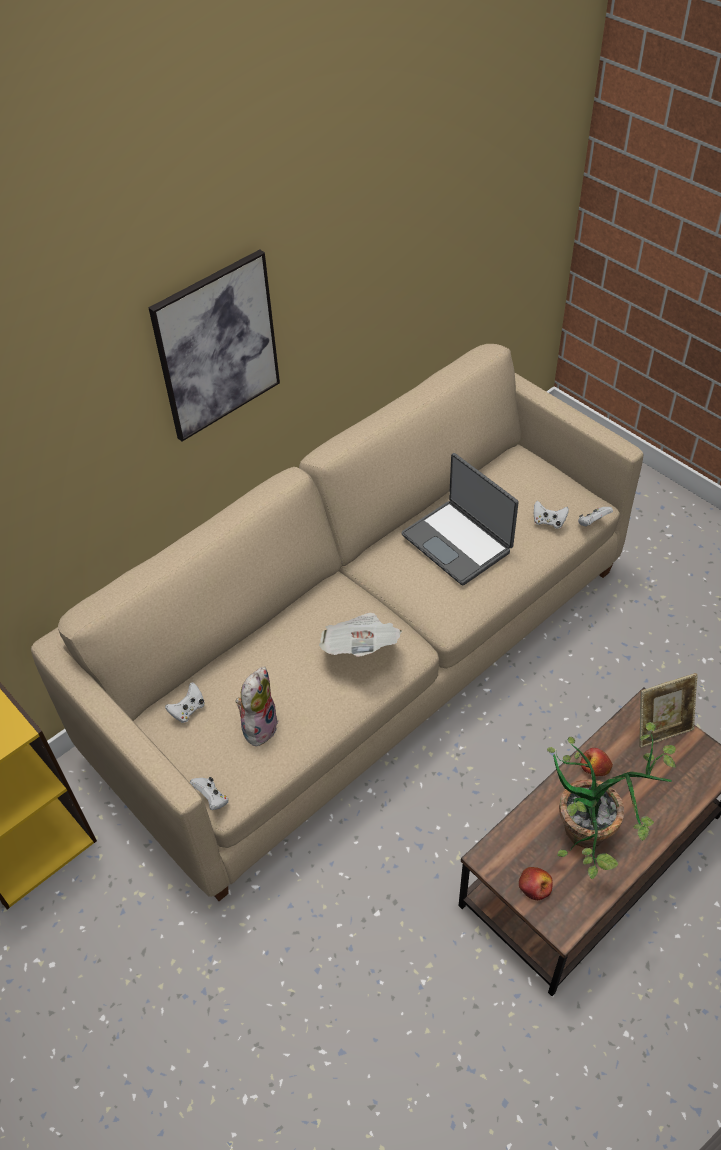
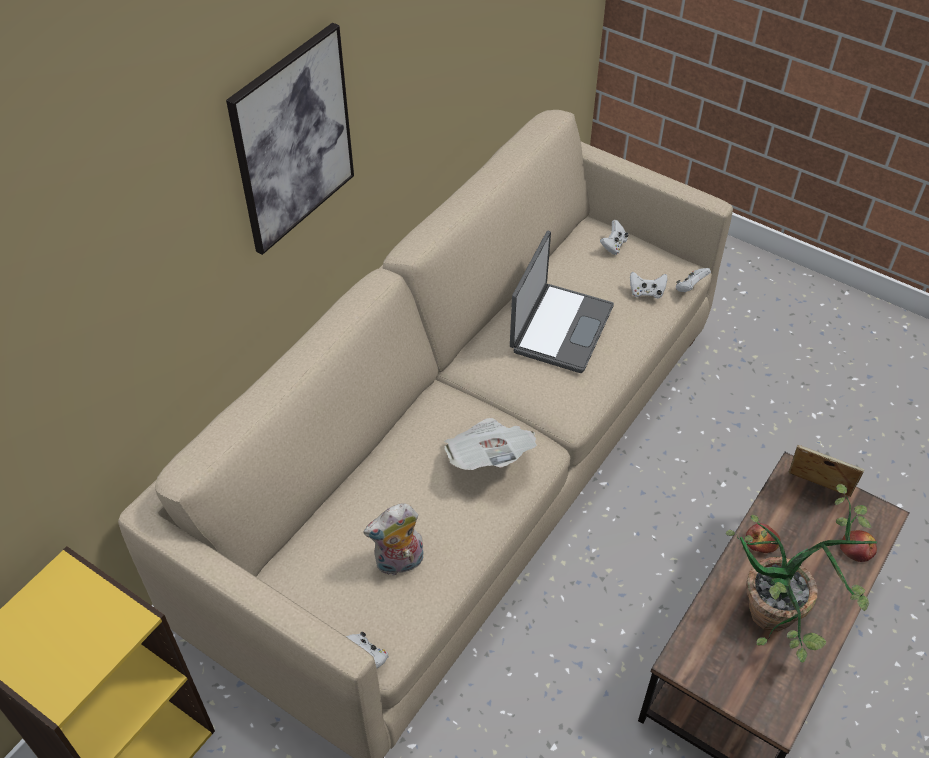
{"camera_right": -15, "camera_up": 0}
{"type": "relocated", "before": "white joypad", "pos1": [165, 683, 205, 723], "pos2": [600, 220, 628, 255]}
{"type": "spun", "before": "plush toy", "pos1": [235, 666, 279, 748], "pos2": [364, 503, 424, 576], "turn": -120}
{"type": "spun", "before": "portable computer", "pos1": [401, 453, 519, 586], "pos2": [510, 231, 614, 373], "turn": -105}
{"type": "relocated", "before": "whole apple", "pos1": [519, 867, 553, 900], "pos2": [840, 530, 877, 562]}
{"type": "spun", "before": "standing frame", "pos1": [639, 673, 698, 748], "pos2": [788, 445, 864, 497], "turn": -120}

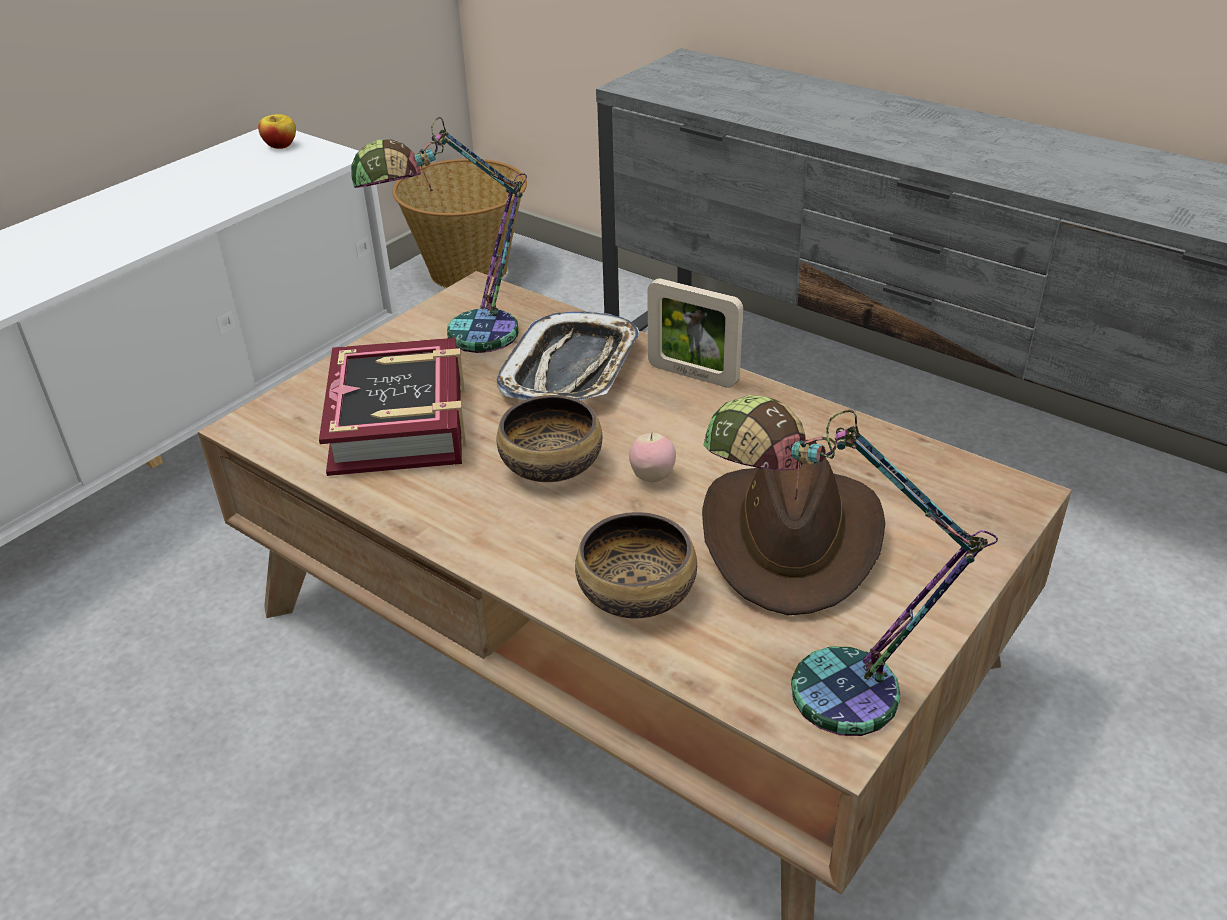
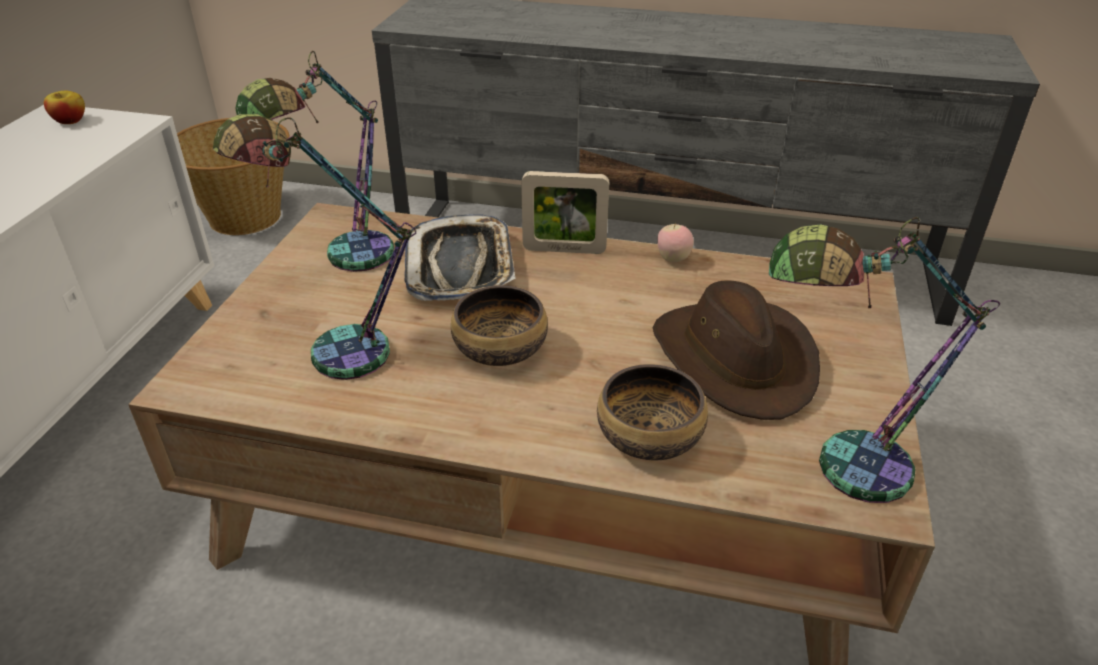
{"camera_right": -25, "camera_up": 0}
{"type": "exchanged", "before": "volume", "after": "lamp for a table", "pos1": [319, 338, 466, 476], "pos2": [213, 114, 416, 380]}
{"type": "relocated", "before": "whole apple", "pos1": [629, 433, 676, 482], "pos2": [657, 222, 694, 263]}

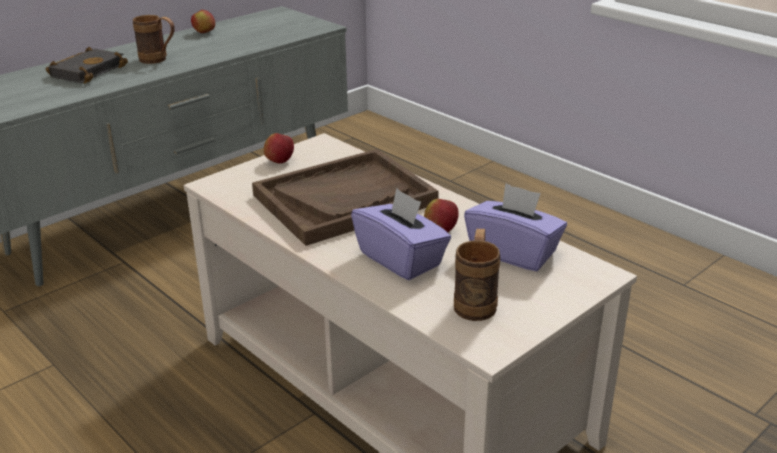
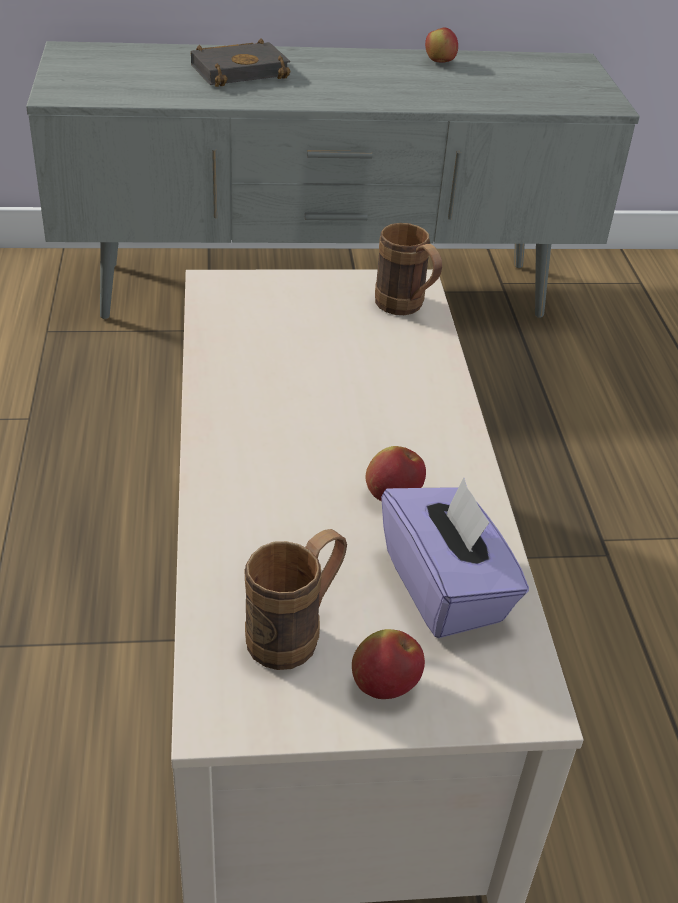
{"camera_right": 35, "camera_up": 10}
{"type": "relocated", "before": "brown coffee mug", "pos1": [133, 15, 175, 64], "pos2": [375, 223, 442, 315]}
{"type": "missing", "before": "brown carrying tray", "pos1": [252, 149, 439, 246]}
{"type": "relocated", "before": "whole apple", "pos1": [264, 133, 294, 163], "pos2": [352, 629, 425, 699]}
{"type": "missing", "before": "purplish tissue holder", "pos1": [351, 188, 451, 280]}

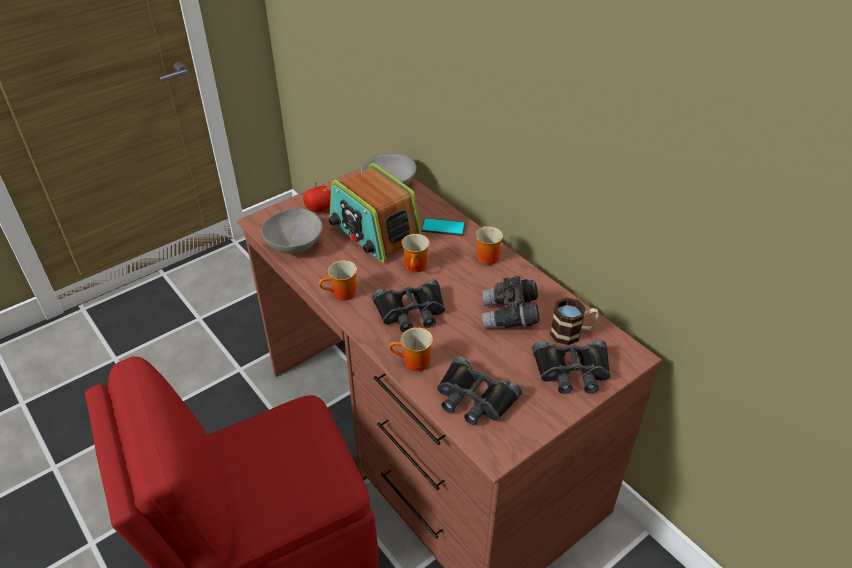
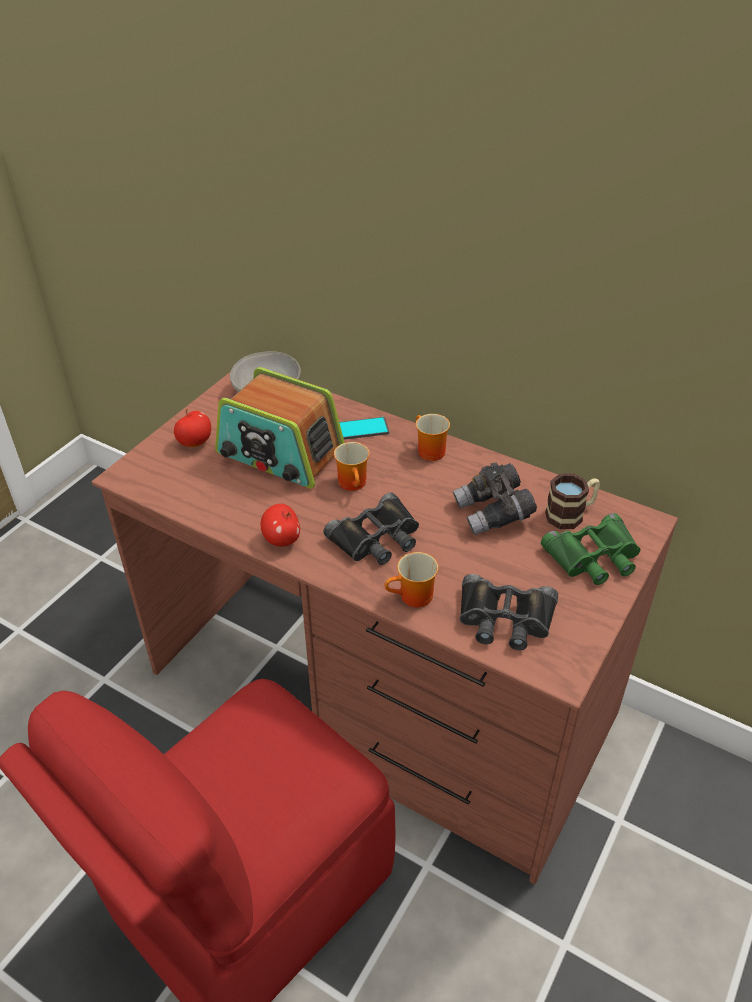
{"camera_right": -20, "camera_up": 0}
{"type": "missing", "before": "grey serving bowl", "pos1": [261, 208, 322, 254]}
{"type": "exchanged", "before": "coffee mug", "after": "whole apple", "pos1": [319, 260, 357, 300], "pos2": [261, 504, 300, 547]}
{"type": "colour", "before": "blackish pair of binoculars", "after": "green pair of binoculars", "pos1": [532, 340, 610, 394], "pos2": [541, 513, 641, 585]}

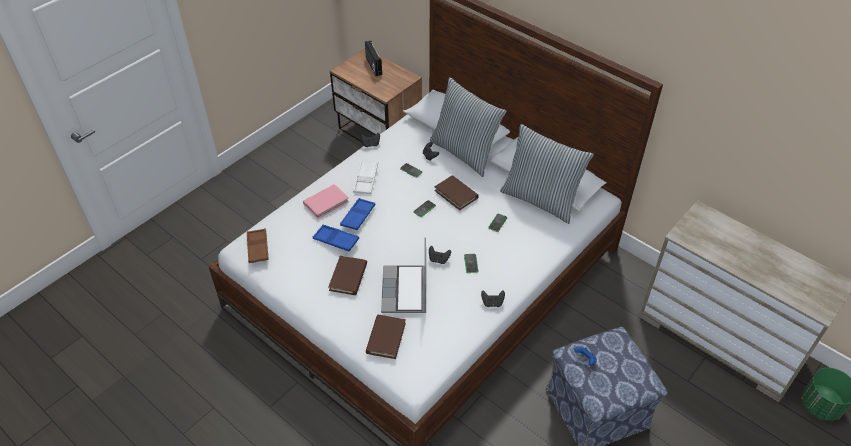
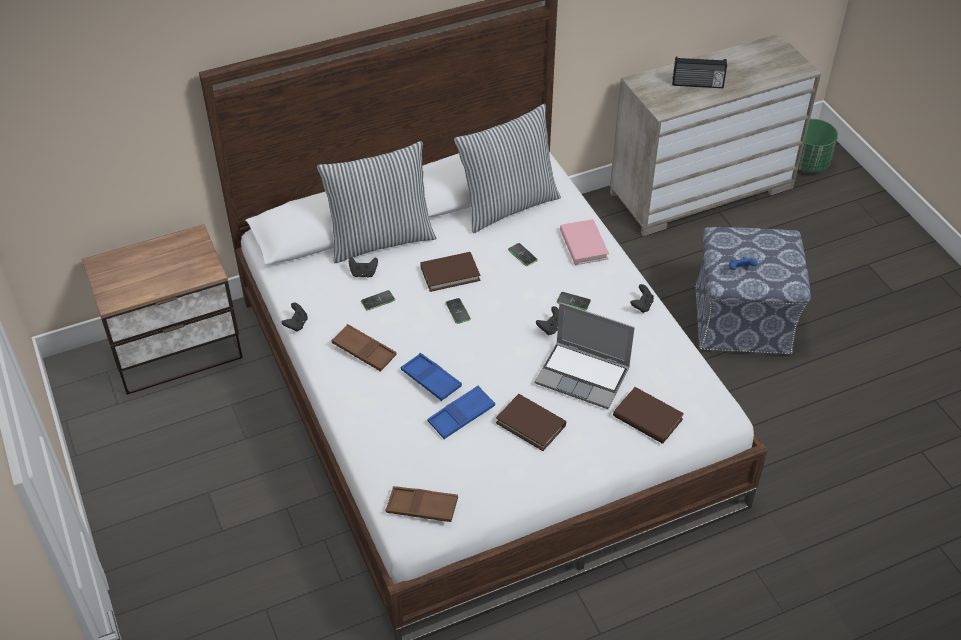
{"camera_right": -65, "camera_up": 0}
{"type": "relocated", "before": "pink-coloured volume", "pos1": [303, 184, 349, 219], "pos2": [560, 219, 609, 265]}
{"type": "colour", "before": "white carrying tray", "after": "brown carrying tray", "pos1": [353, 160, 378, 194], "pos2": [332, 324, 396, 372]}
{"type": "relocated", "before": "radio", "pos1": [365, 41, 382, 76], "pos2": [672, 57, 727, 88]}

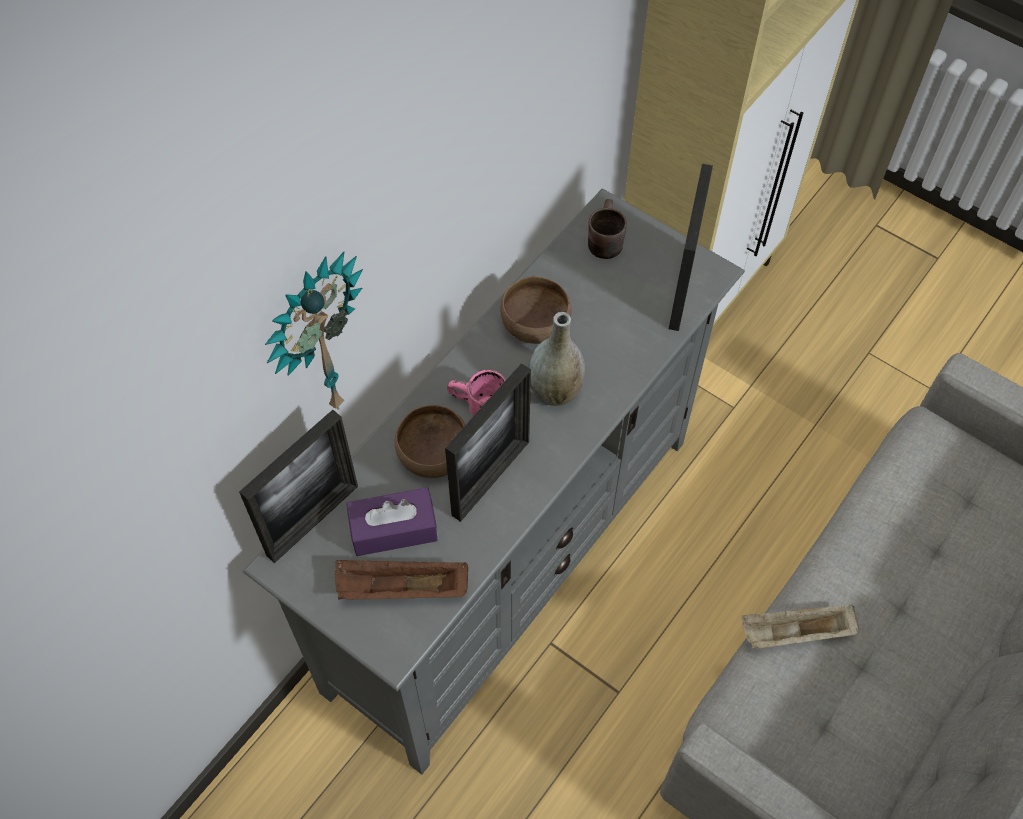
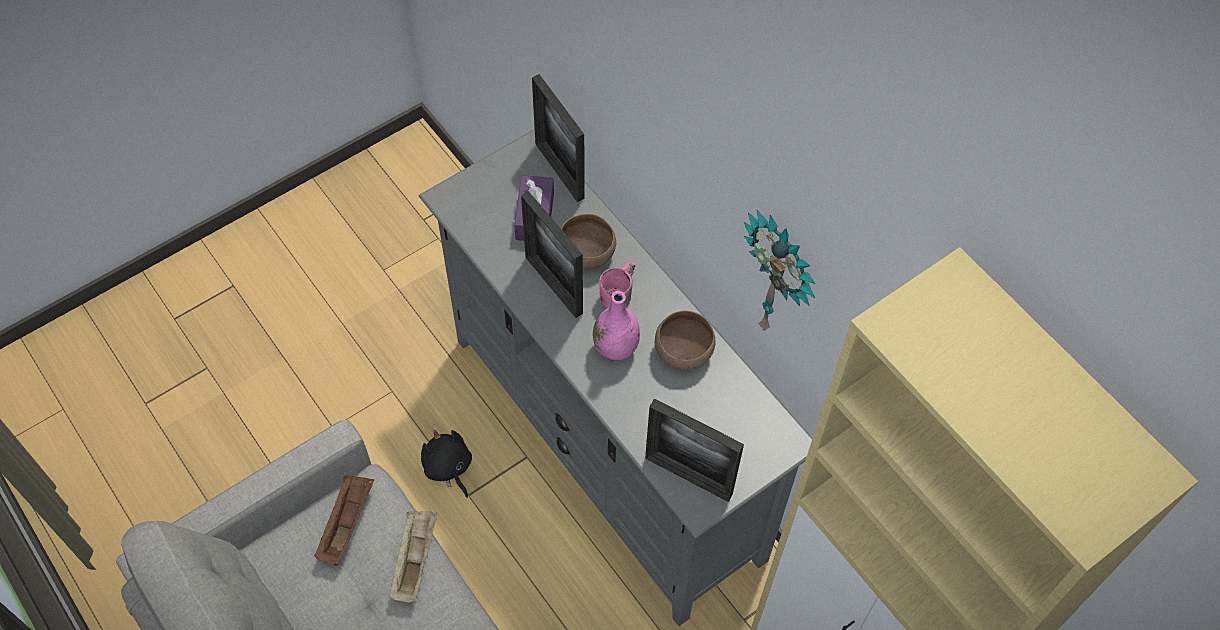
{"camera_right": 105, "camera_up": 0}
{"type": "relocated", "before": "hanging clock", "pos1": [265, 252, 363, 410], "pos2": [744, 210, 815, 331]}
{"type": "relocated", "before": "brown carrying tray", "pos1": [335, 560, 468, 600], "pos2": [314, 476, 374, 566]}
{"type": "colour", "before": "grey vase", "after": "pink-coloured vase", "pos1": [528, 312, 585, 406], "pos2": [593, 291, 640, 361]}
{"type": "missing", "before": "brown coffee mug", "pos1": [588, 199, 627, 259]}
{"type": "appeared", "after": "blackish plush toy", "pos2": [421, 430, 472, 498]}

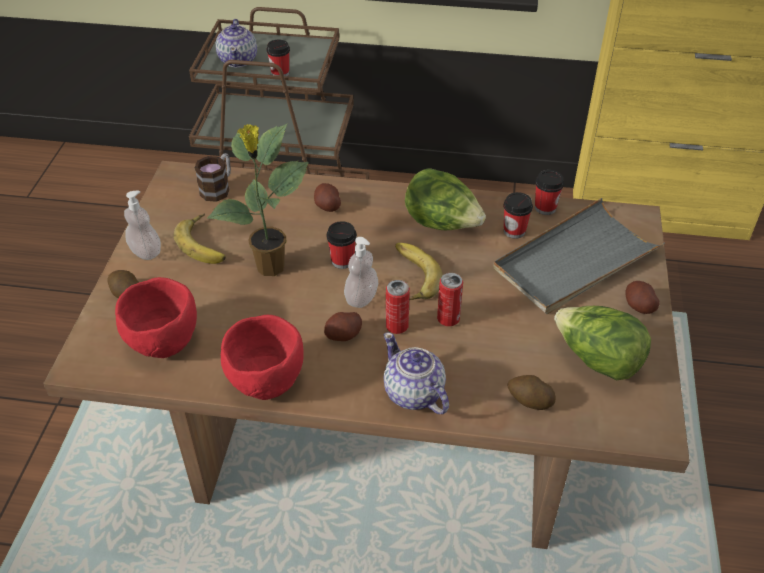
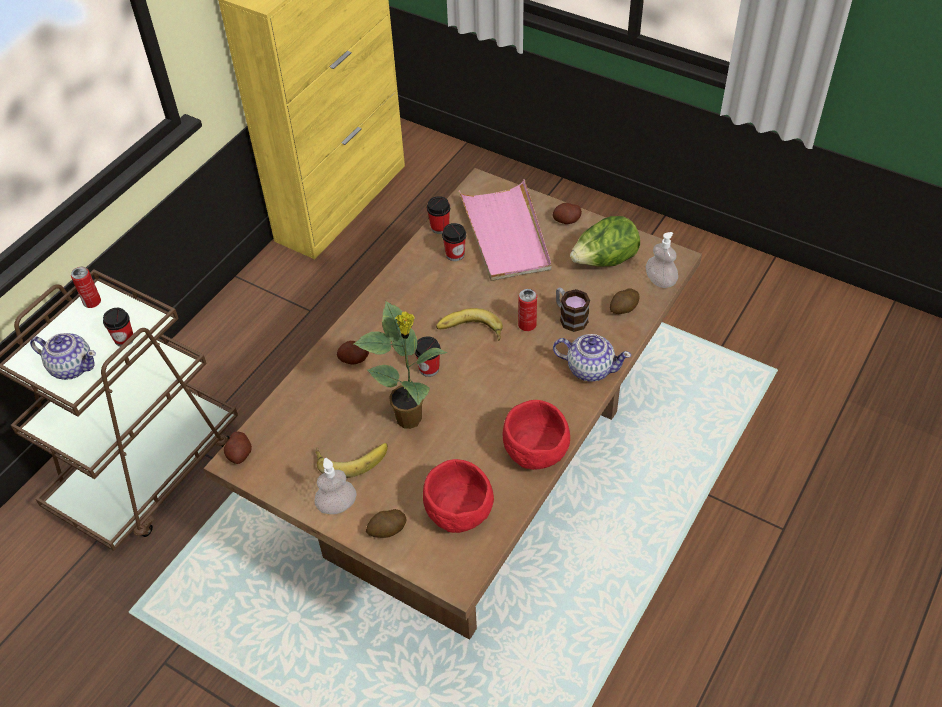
{"camera_right": -65, "camera_up": 5}
{"type": "relocated", "before": "coffee mug", "pos1": [194, 153, 231, 202], "pos2": [556, 287, 590, 332]}
{"type": "relocated", "before": "potato", "pos1": [324, 312, 362, 341], "pos2": [224, 431, 252, 464]}
{"type": "relocated", "before": "soap dispenser", "pos1": [344, 237, 378, 308], "pos2": [646, 232, 678, 288]}
{"type": "spun", "before": "pot for tea", "pos1": [384, 332, 449, 414], "pos2": [553, 334, 631, 382], "turn": -150}
{"type": "relocated", "before": "metal can", "pos1": [386, 280, 410, 334], "pos2": [71, 267, 101, 308]}
{"type": "missing", "before": "lettuce", "pos1": [405, 168, 486, 230]}
{"type": "colour", "before": "grey carrying tray", "after": "pink-coloured carrying tray", "pos1": [493, 198, 665, 314], "pos2": [459, 179, 552, 281]}

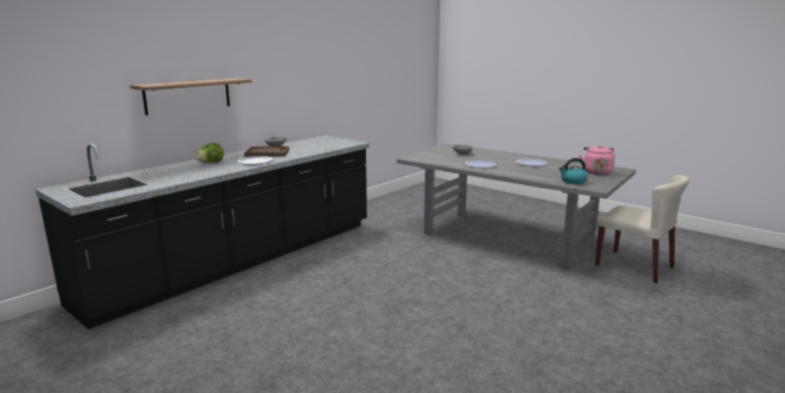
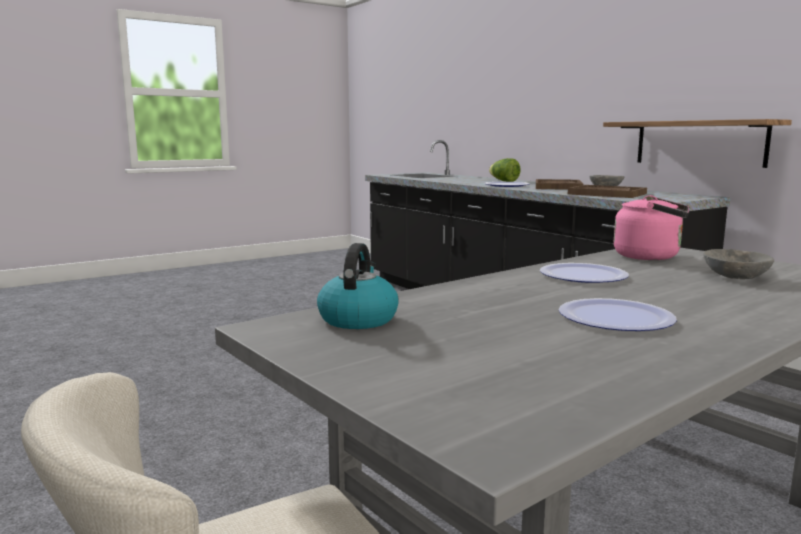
{"camera_right": 105, "camera_up": -5}
{"type": "relocated", "before": "bracket shelf", "pos1": [130, 78, 252, 115], "pos2": [603, 119, 792, 168]}
{"type": "relocated", "before": "pink-coloured water kettle", "pos1": [579, 146, 615, 175], "pos2": [614, 195, 689, 260]}
{"type": "appeared", "after": "brown carrying tray", "pos2": [568, 185, 647, 198]}

